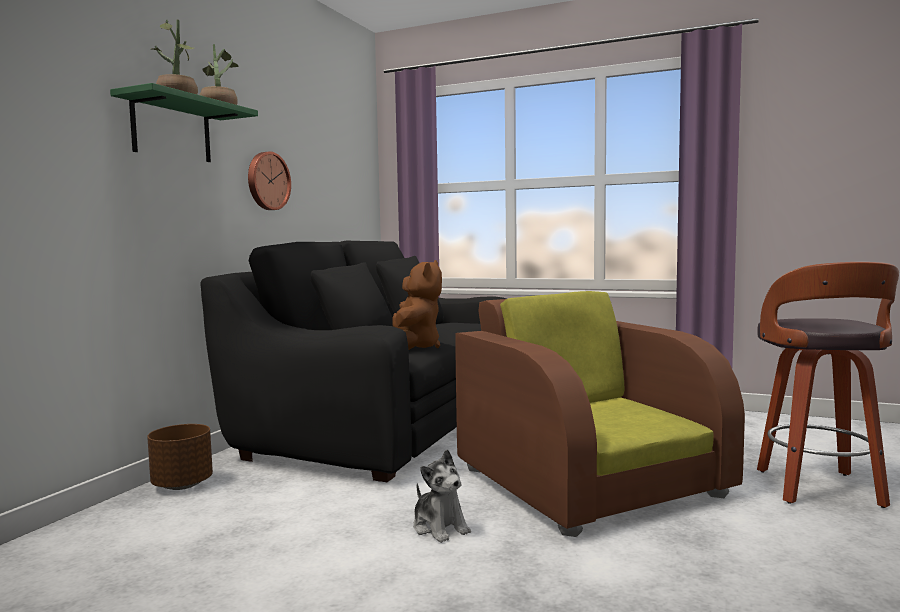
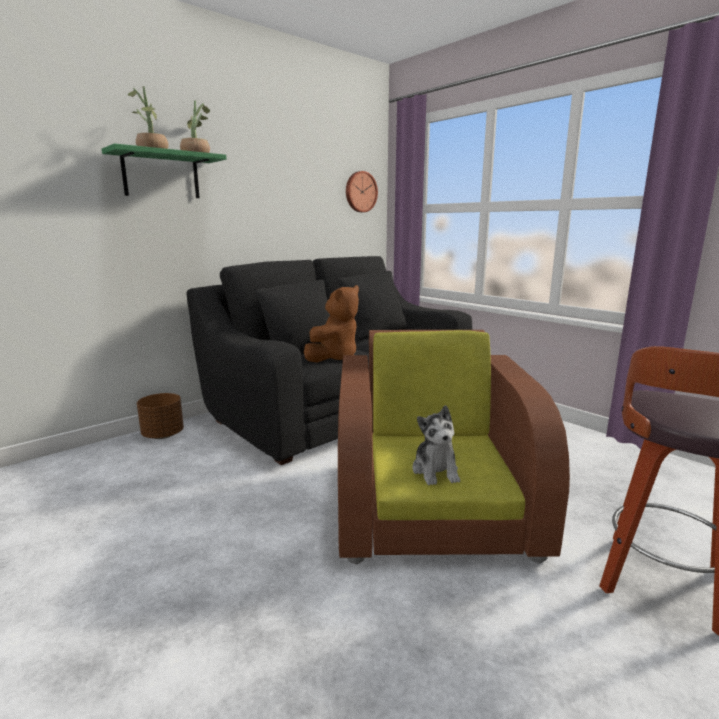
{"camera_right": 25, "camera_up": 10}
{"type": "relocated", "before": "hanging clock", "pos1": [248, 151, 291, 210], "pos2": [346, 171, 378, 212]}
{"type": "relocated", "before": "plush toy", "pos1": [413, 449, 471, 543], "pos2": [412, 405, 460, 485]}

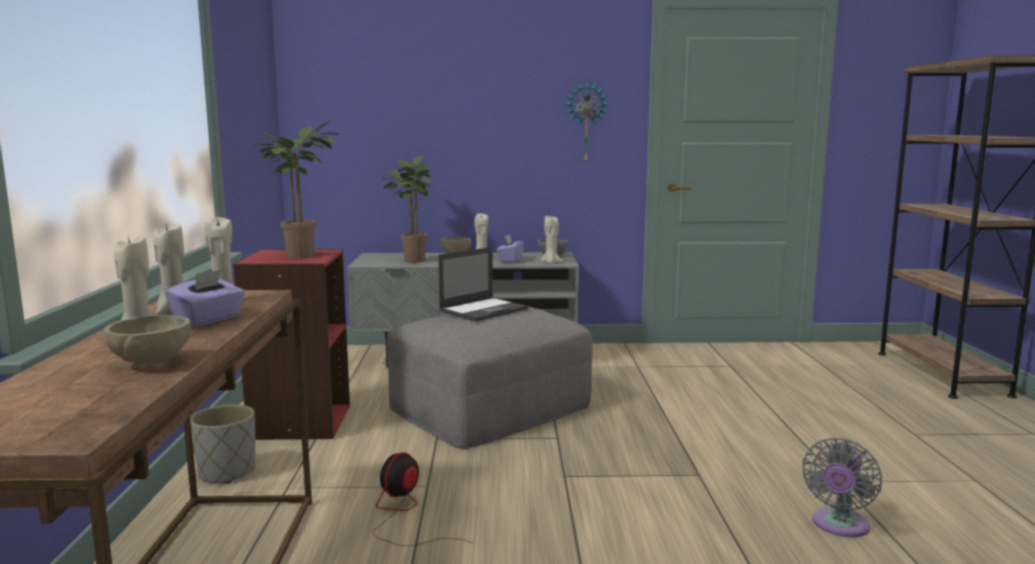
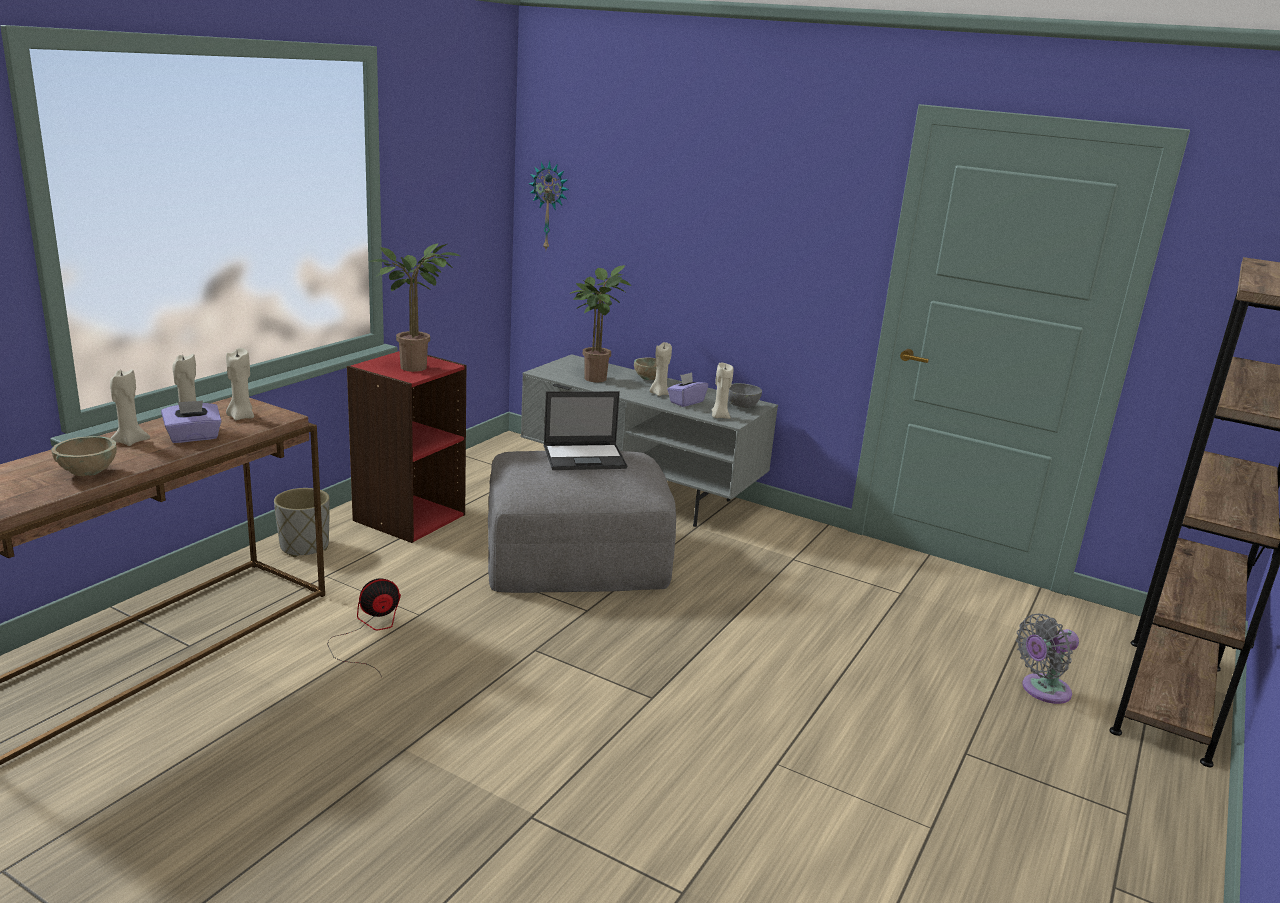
{"camera_right": 30, "camera_up": 10}
{"type": "relocated", "before": "hanging clock", "pos1": [564, 80, 610, 165], "pos2": [528, 161, 569, 249]}
{"type": "relocated", "before": "grey cooling fan", "pos1": [802, 438, 882, 537], "pos2": [1016, 614, 1079, 704]}

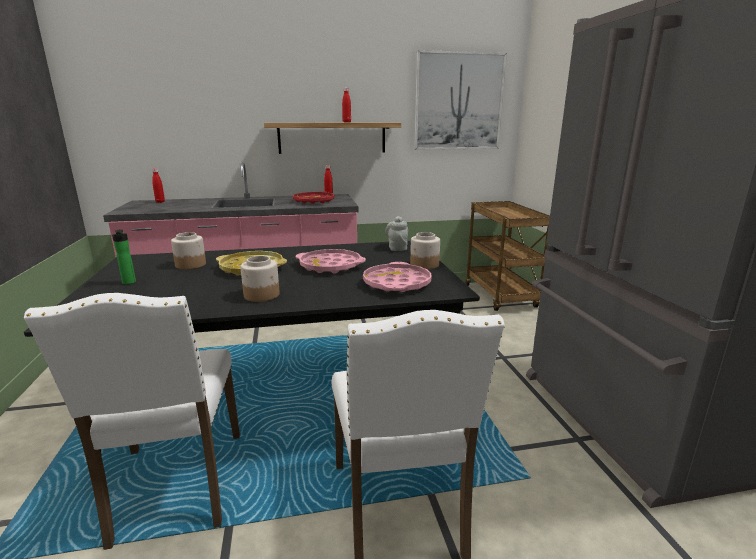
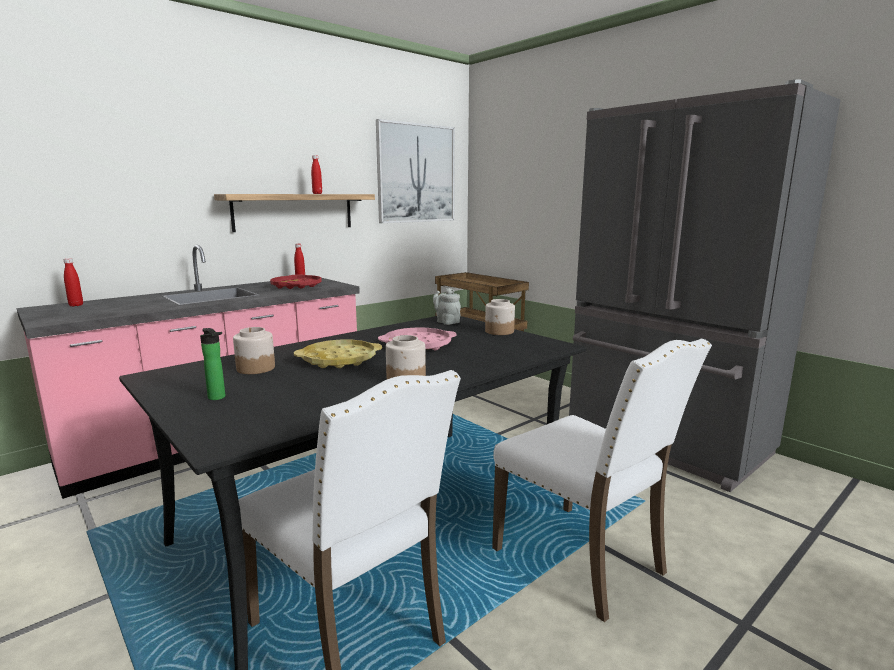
{"camera_right": -30, "camera_up": -5}
{"type": "missing", "before": "pink-coloured carrying tray", "pos1": [363, 262, 431, 292]}

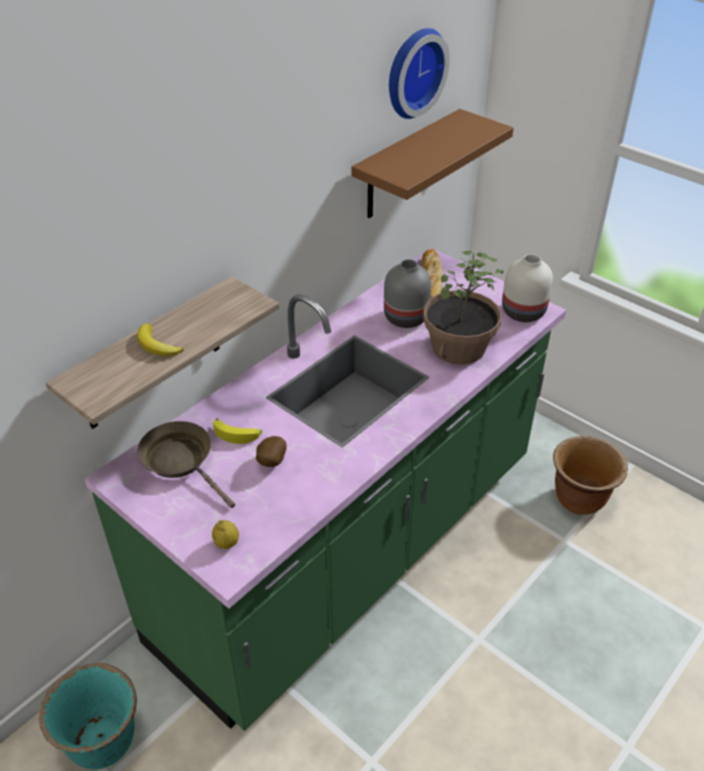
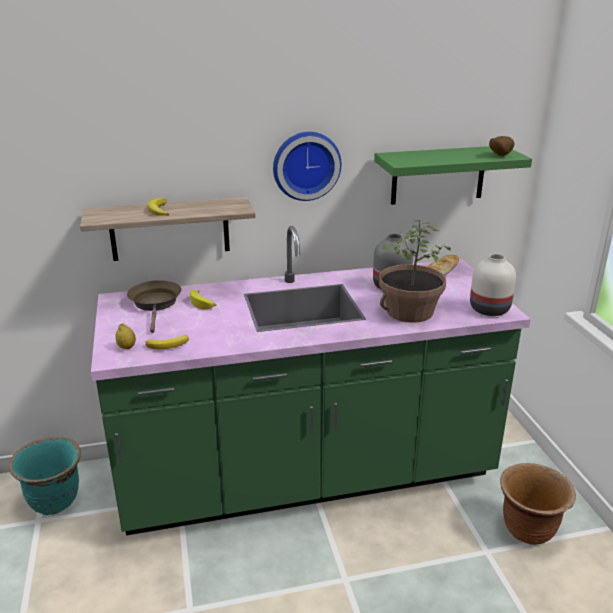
{"camera_right": 35, "camera_up": -15}
{"type": "relocated", "before": "potato", "pos1": [256, 436, 287, 467], "pos2": [489, 136, 514, 156]}
{"type": "colour", "before": "brown bracket shelf", "after": "green bracket shelf", "pos1": [351, 109, 514, 218], "pos2": [374, 146, 532, 205]}
{"type": "relocated", "before": "hanging clock", "pos1": [389, 28, 449, 119], "pos2": [273, 132, 342, 201]}
{"type": "appeared", "after": "banana fruit", "pos2": [146, 335, 189, 349]}

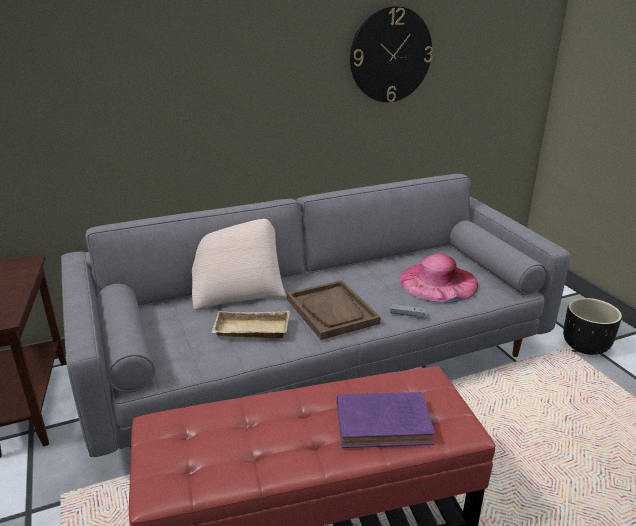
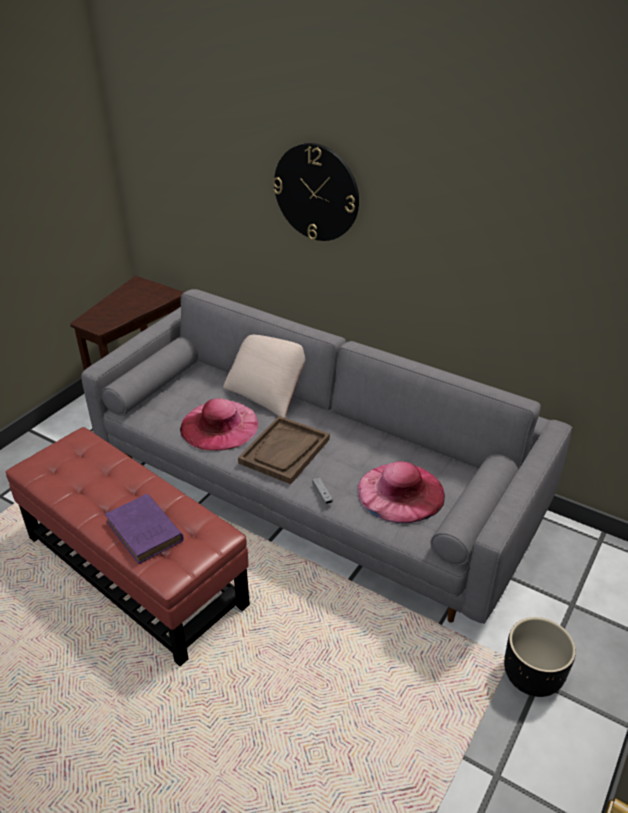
{"camera_right": 55, "camera_up": 10}
{"type": "exchanged", "before": "sand-coloured carrying tray", "after": "pink-coloured clothing hat", "pos1": [211, 310, 290, 338], "pos2": [180, 398, 258, 451]}
{"type": "relocated", "before": "hanging clock", "pos1": [350, 6, 433, 102], "pos2": [273, 143, 359, 241]}

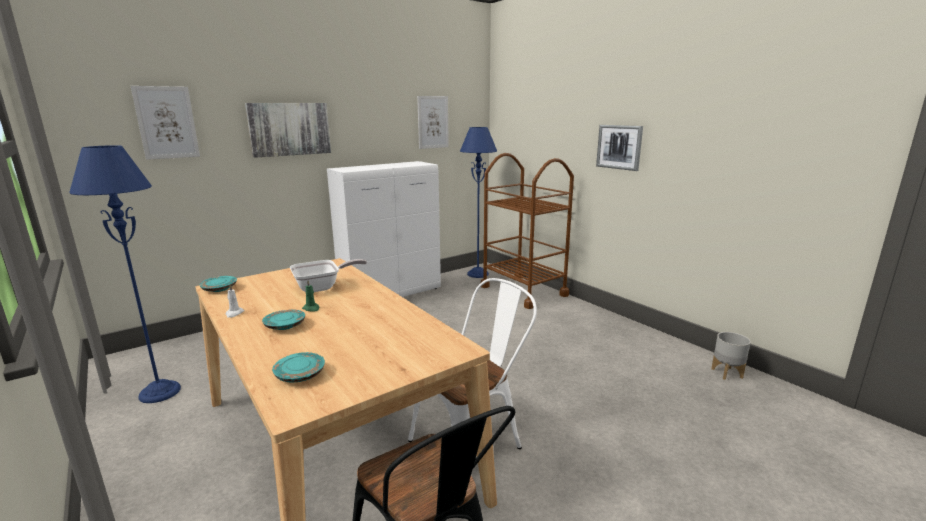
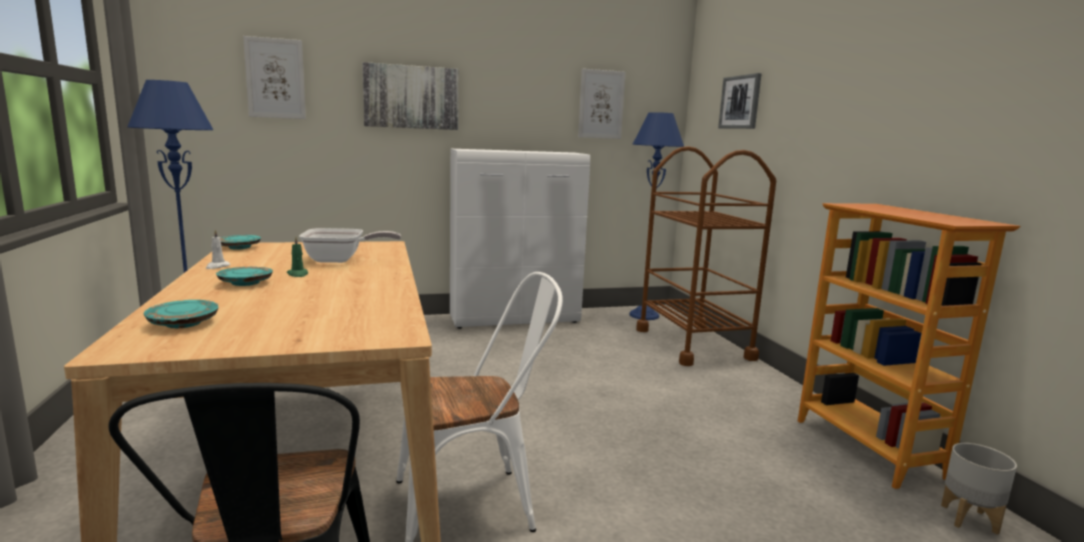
{"camera_right": 20, "camera_up": -5}
{"type": "relocated", "before": "wall art", "pos1": [596, 125, 643, 171], "pos2": [718, 73, 762, 129]}
{"type": "appeared", "after": "bookcase", "pos2": [798, 203, 1020, 489]}

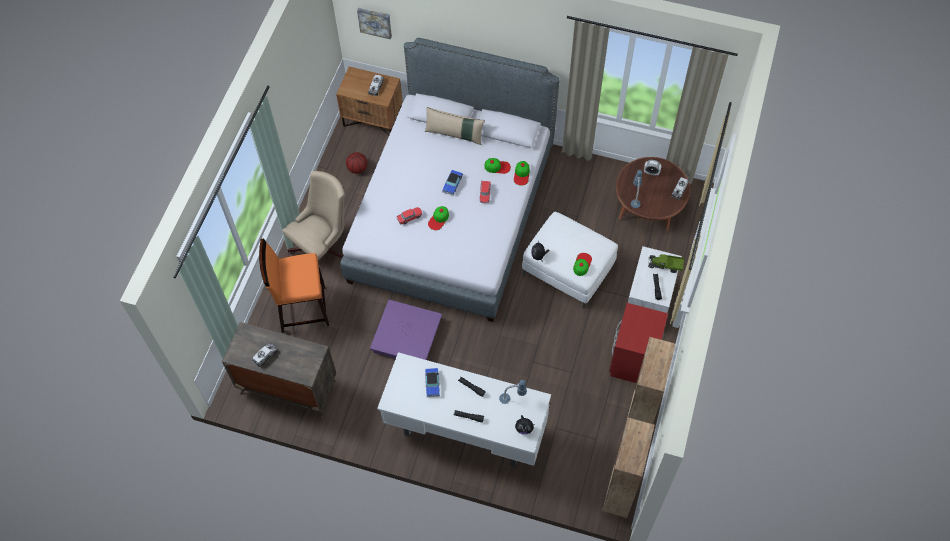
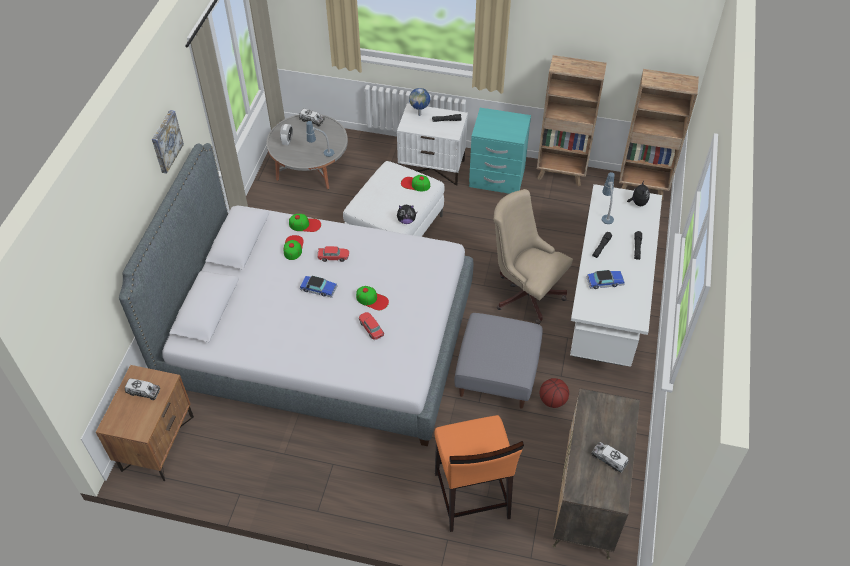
{"camera_right": -95, "camera_up": -10}
{"type": "relocated", "before": "sand-coloured office chair", "pos1": [282, 171, 345, 260], "pos2": [493, 189, 573, 324]}
{"type": "relocated", "before": "basketball", "pos1": [346, 152, 368, 174], "pos2": [540, 378, 569, 408]}
{"type": "relocated", "before": "wall art", "pos1": [357, 7, 392, 39], "pos2": [152, 110, 184, 174]}
{"type": "exchanged", "before": "purplish storage bin", "after": "grey ottoman", "pos1": [370, 300, 442, 360], "pos2": [455, 313, 543, 409]}
{"type": "missing", "before": "sand-coloured pillow", "pos1": [425, 107, 485, 145]}
{"type": "colour", "before": "red-coloured night table", "after": "turquoise night table", "pos1": [609, 303, 668, 383], "pos2": [469, 108, 531, 194]}
{"type": "colour", "before": "brown low table", "after": "grey low table", "pos1": [616, 157, 690, 231], "pos2": [267, 114, 348, 189]}
{"type": "exchanged", "before": "model truck", "after": "world globe", "pos1": [648, 254, 684, 273], "pos2": [409, 88, 430, 116]}

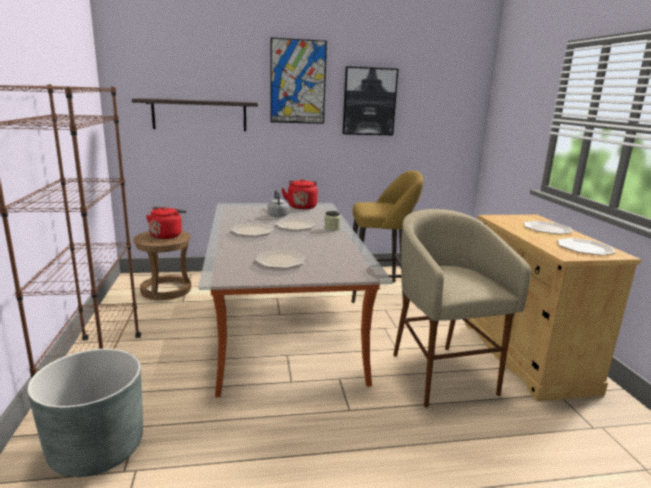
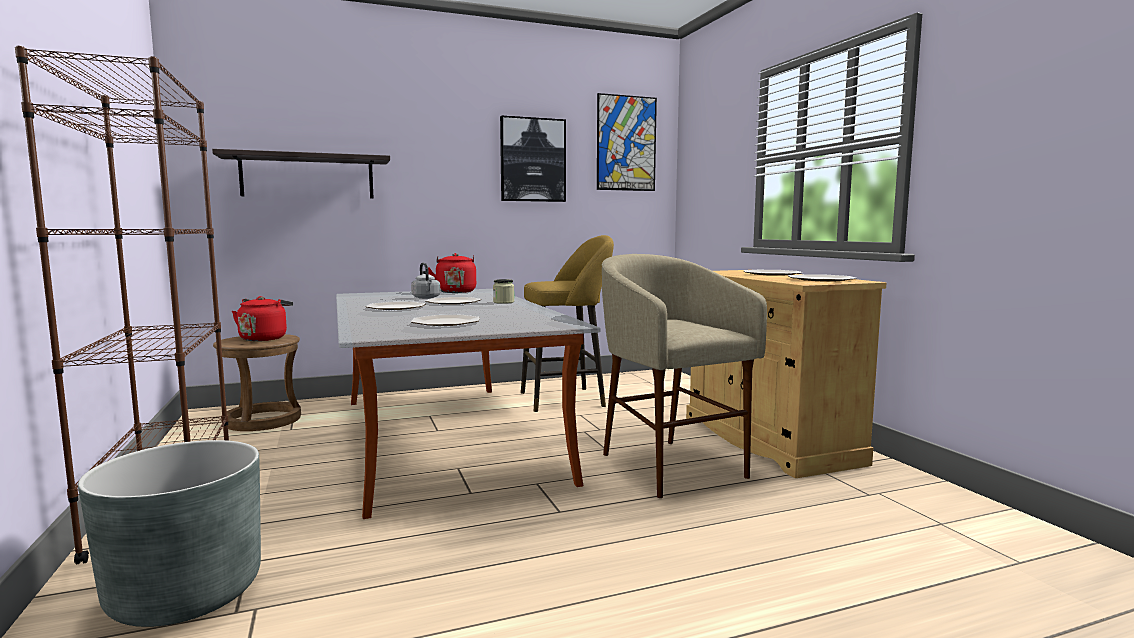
{"camera_right": -10, "camera_up": -10}
{"type": "relocated", "before": "wall art", "pos1": [270, 38, 327, 124], "pos2": [597, 93, 657, 191]}

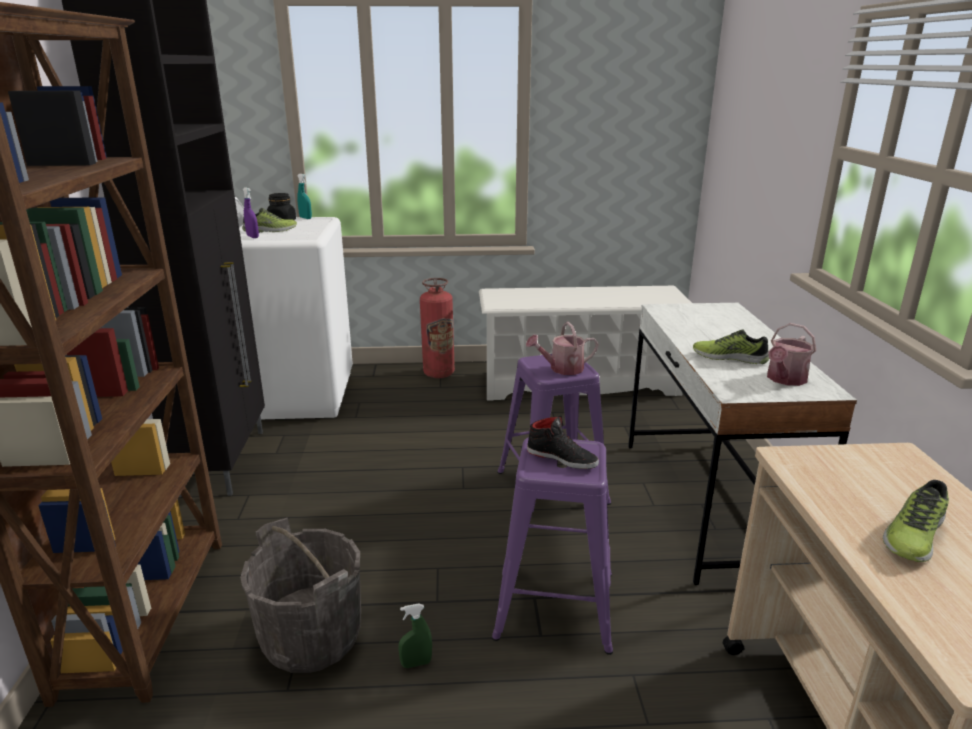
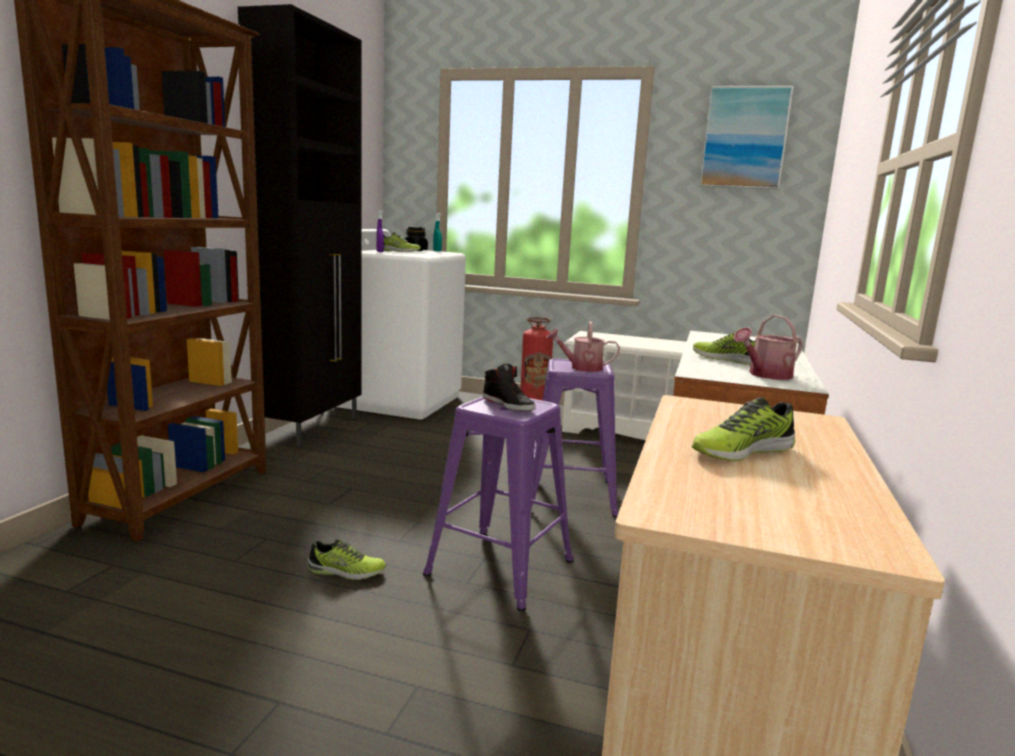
{"camera_right": 20, "camera_up": -10}
{"type": "missing", "before": "grey pail", "pos1": [240, 518, 361, 673]}
{"type": "exchanged", "before": "green sprayer", "after": "low shoe", "pos1": [398, 604, 432, 668], "pos2": [307, 539, 386, 580]}
{"type": "appeared", "after": "wall art", "pos2": [699, 86, 794, 189]}

